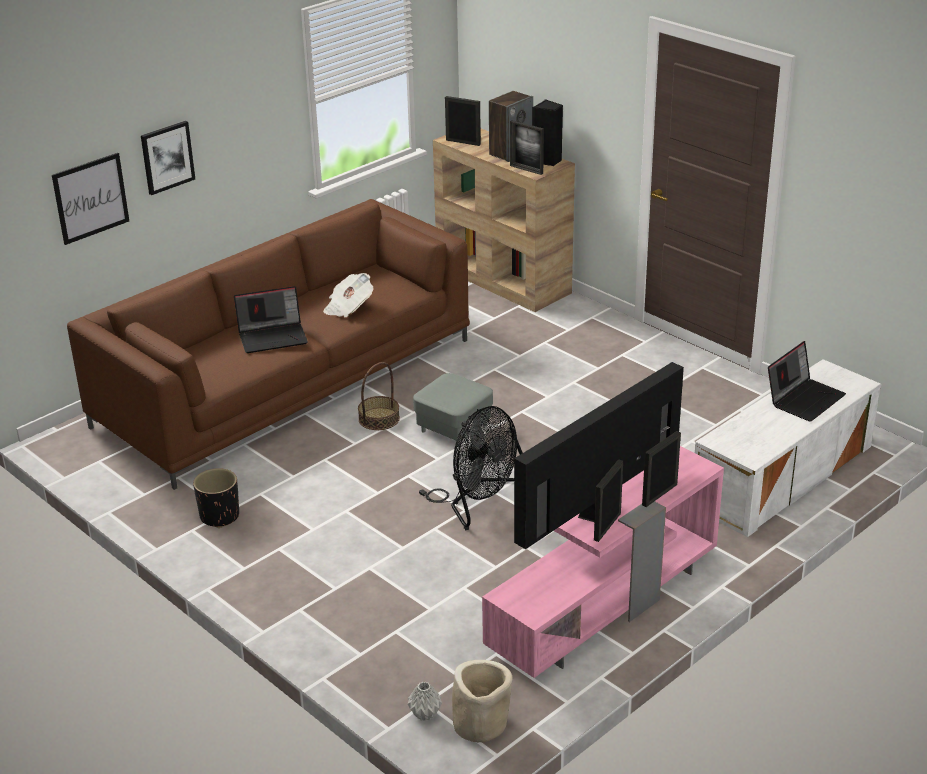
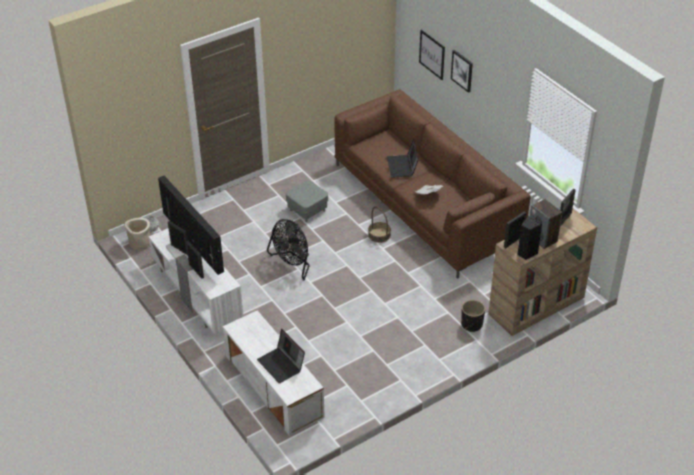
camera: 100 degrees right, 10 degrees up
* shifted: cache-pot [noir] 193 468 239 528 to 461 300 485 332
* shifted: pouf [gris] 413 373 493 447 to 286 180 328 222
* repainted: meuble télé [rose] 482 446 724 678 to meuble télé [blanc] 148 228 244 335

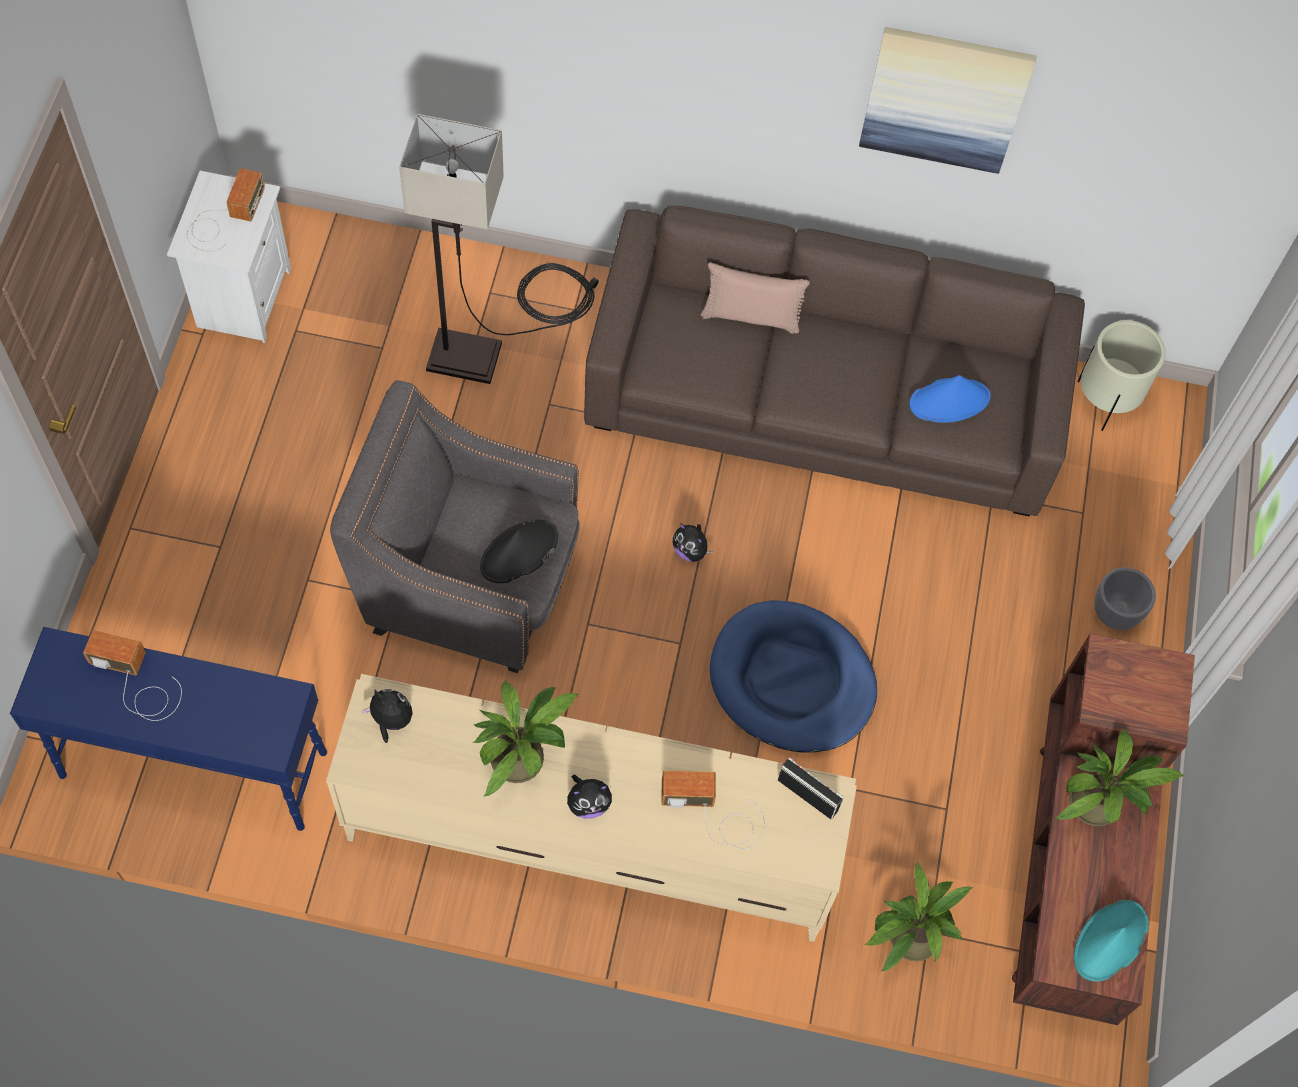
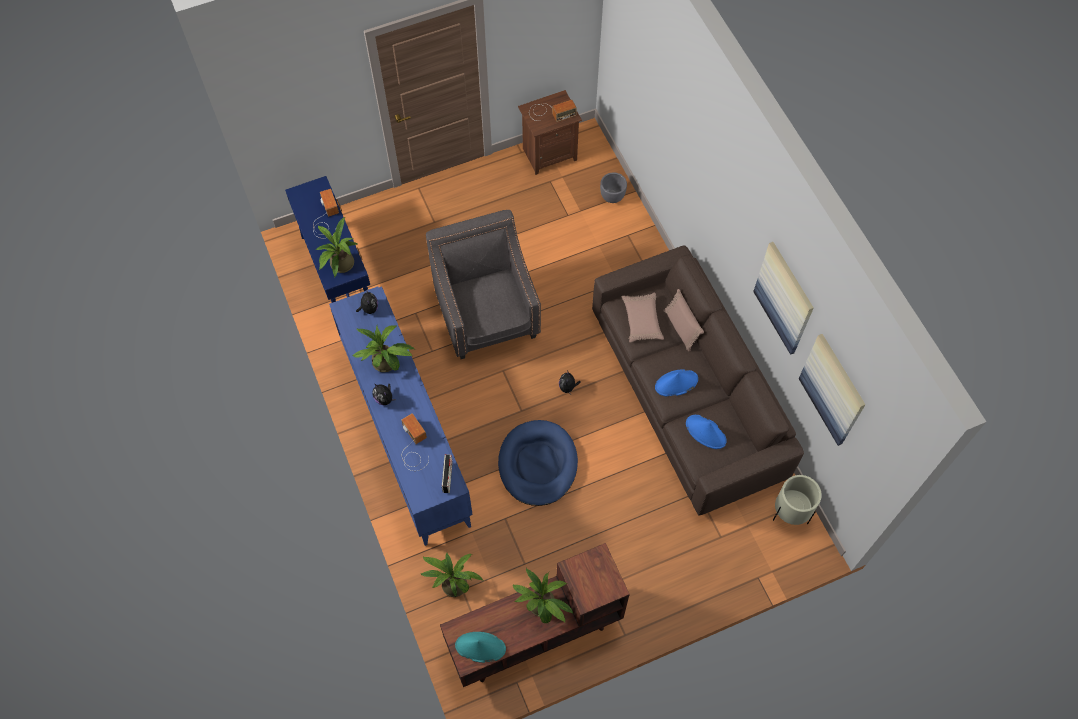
camera: 60 degrees right, 0 degrees up
* gone: lampadaire 399 114 599 384
* gone: chapeau [noir] 480 519 558 583
* new: plante en pot 316 217 357 277
* new: coussin [beige] 622 292 664 343
* new: chapeau [bleu] 655 370 698 397
* new: tableau 799 334 866 446
* shifted: cache-pot [gris] 1094 568 1156 630 to 600 172 627 203
* repainted: table de chevet [blanc] 167 171 291 343 to table de chevet [marron] 518 90 582 175
* repainted: meuble de rangement [beige] 326 674 857 942 to meuble de rangement [bleu] 329 286 473 546

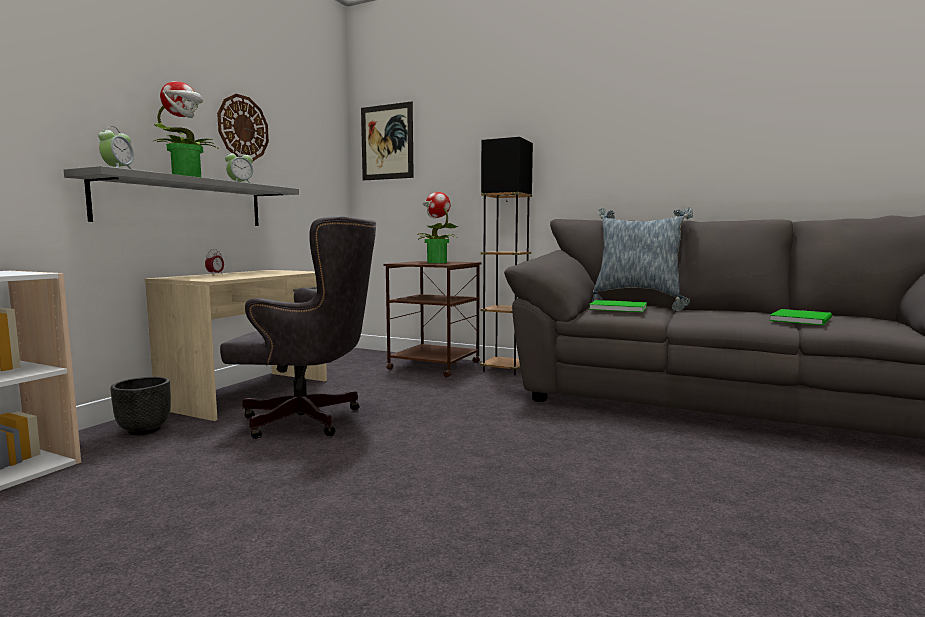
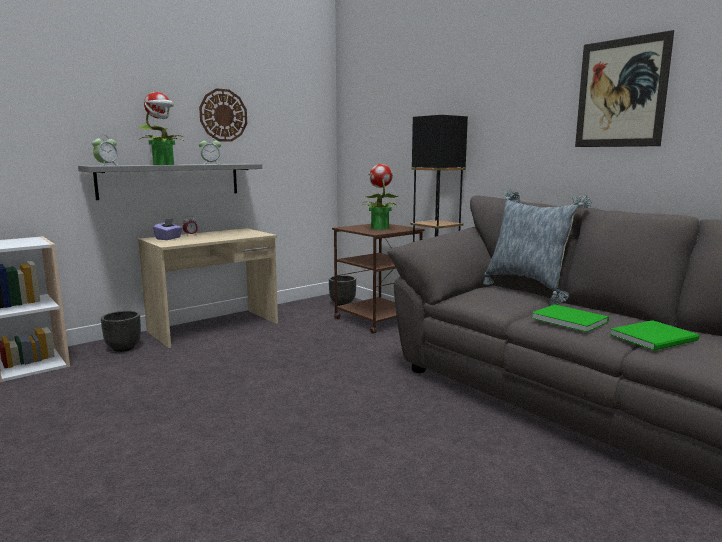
camera: 25 degrees right, 5 degrees up
* gone: chaise de bureau [gris] 220 216 376 439
* new: boîte à mouchoirs [violet] 153 218 182 240
* new: cache-pot [noir] 329 275 356 306
* shifted: tableau 361 101 414 180 to 575 30 674 147
* shifted: livre [vert] 589 300 647 312 to 532 304 609 332

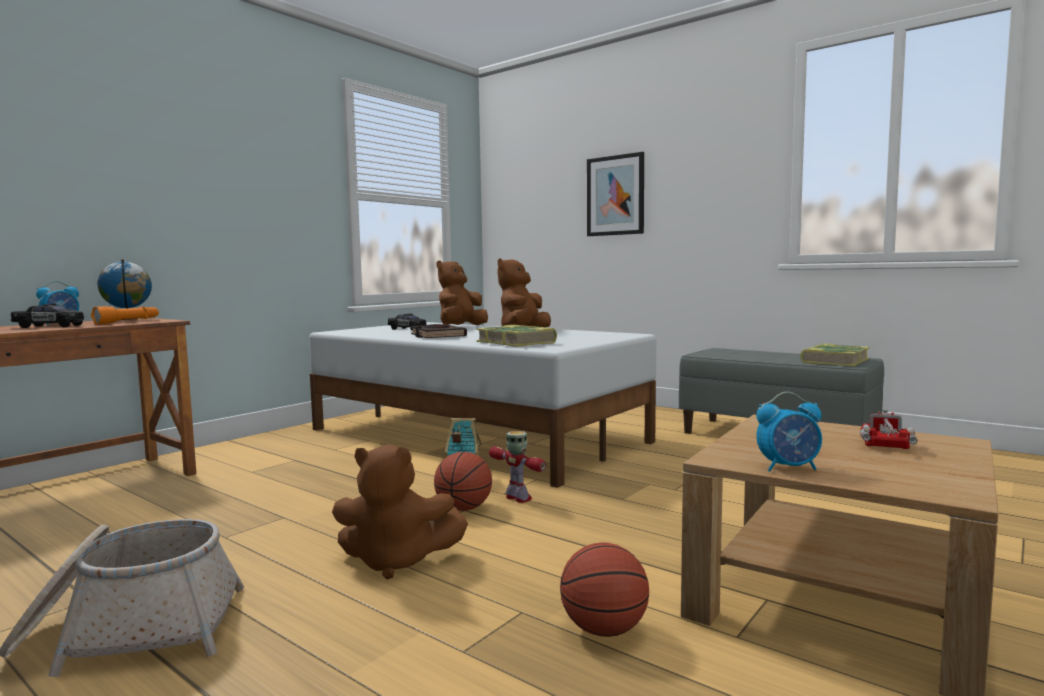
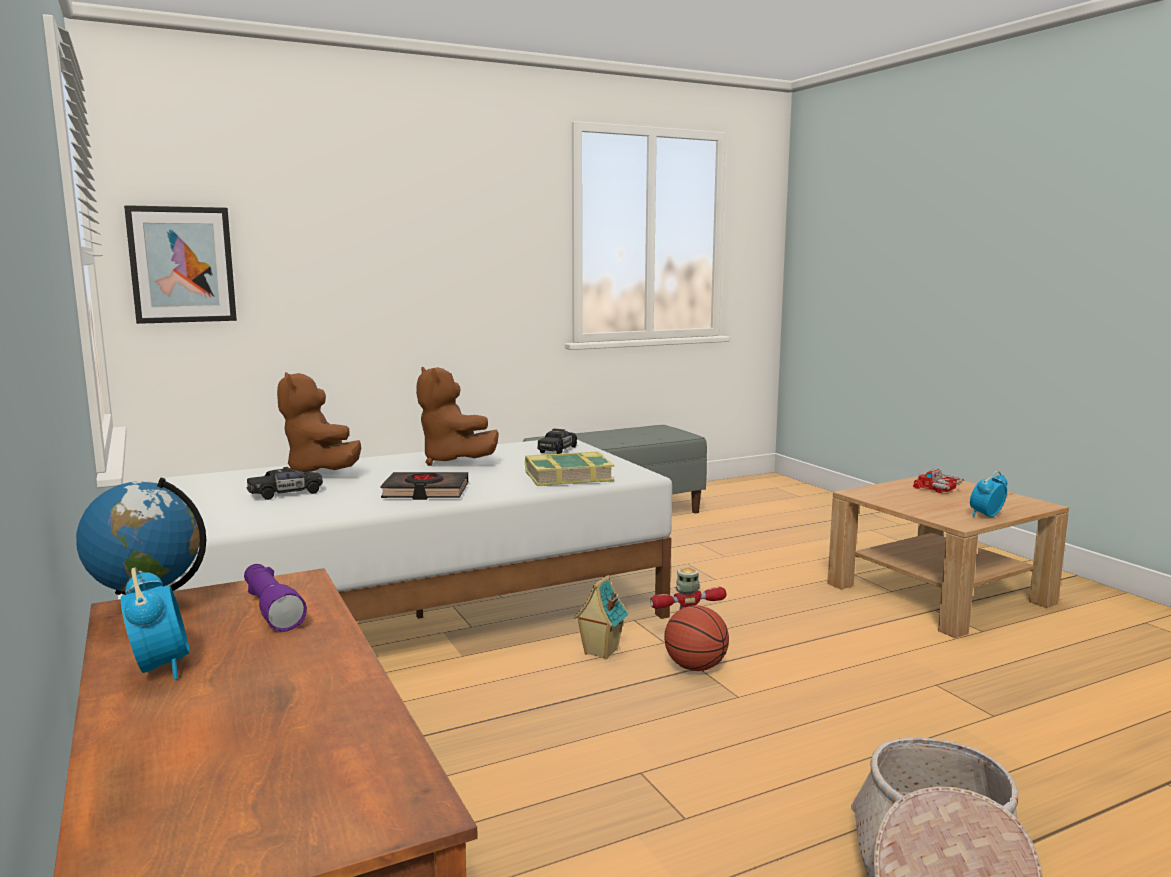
camera: 65 degrees left, 5 degrees up
* gone: peluche [marron] 332 445 468 580
* gone: ballon de basket 560 542 649 637
* gone: livre 800 343 870 366
* shifted: petite voiture [noir] 11 304 84 328 to 537 429 577 454
* shifted: tableau 587 152 644 236 to 124 205 237 324
* repainted: lampe de poche [orange] 91 306 159 325 to lampe de poche [violet] 244 564 307 632
* rotated: réveil 756 392 822 472 = 970 471 1007 518 150 degrees counterclockwise

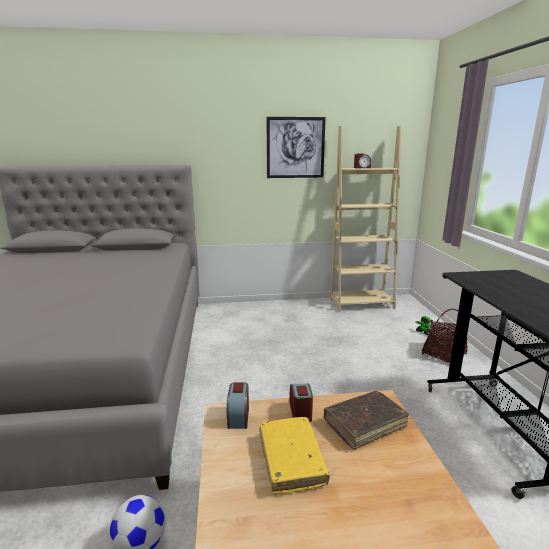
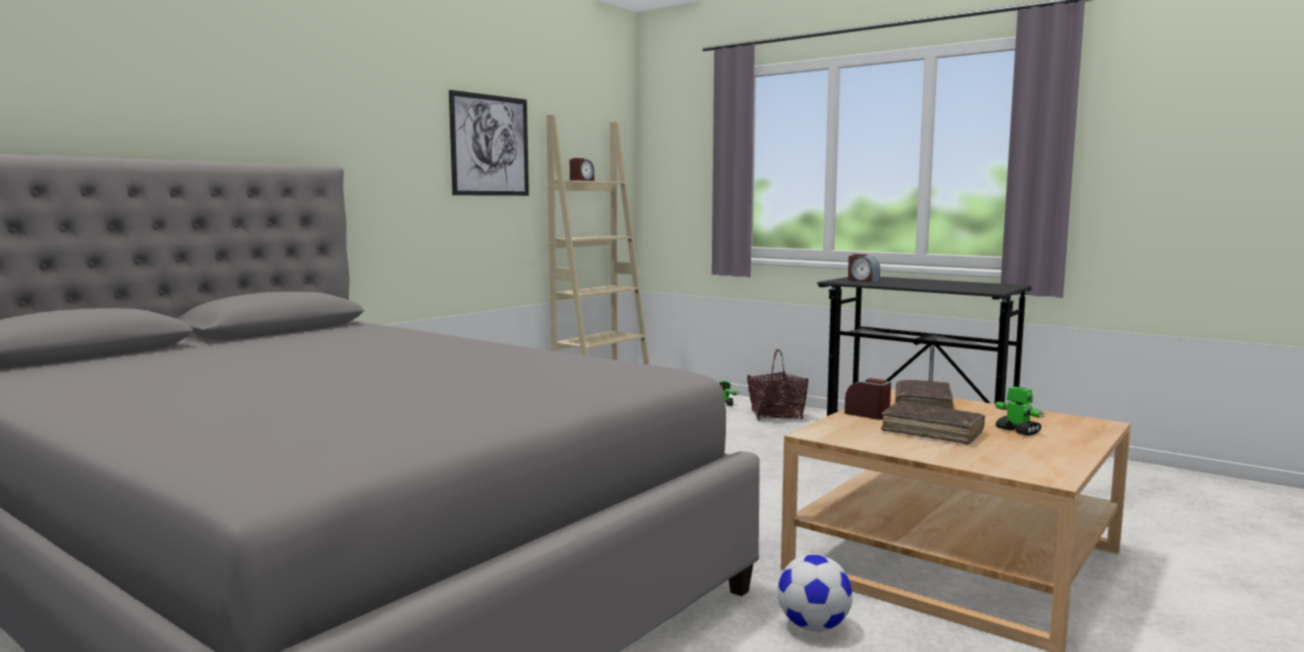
camera: 45 degrees left, 10 degrees down
* new: robot jouet 995 387 1045 436
* shifted: réveil 226 382 249 429 to 848 254 880 282
* repainted: livre [jaune] 259 417 330 495 to livre [marron] 881 401 985 445

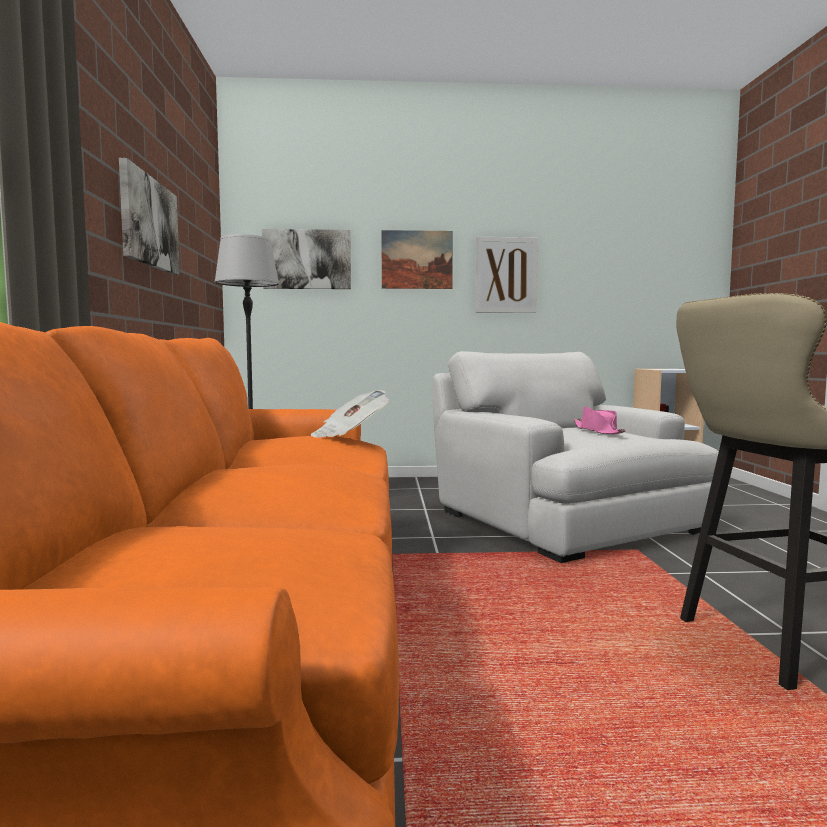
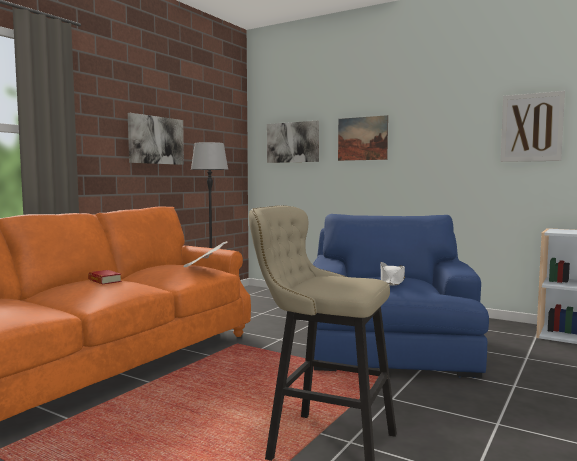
camera: 35 degrees right, 0 degrees up
* new: livre 88 270 121 284
* shifted: tableau 476 237 538 313 to 501 91 565 162
* repainted: fauteuil [blanc] 433 351 720 563 to fauteuil [bleu] 313 214 489 378
* repainted: chapeau [rose] 574 407 626 434 to chapeau [blanc] 380 262 405 286

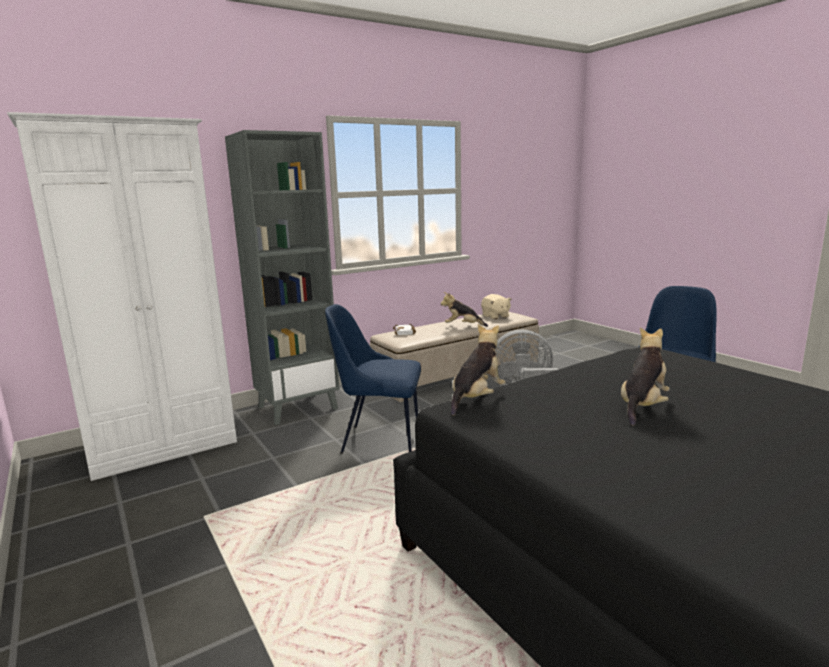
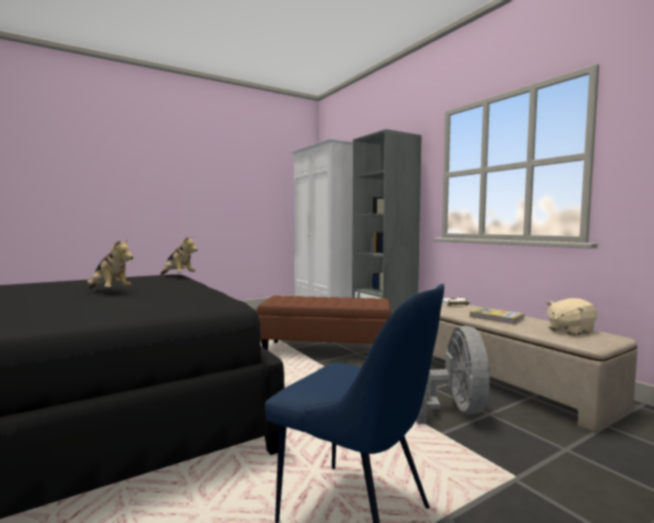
camera: 90 degrees right, 10 degrees down
* swapped: chaise [bleu] 325 304 421 454 to pouf [marron] 257 296 391 350
* swapped: peluche 441 292 488 327 to livre 470 307 524 325

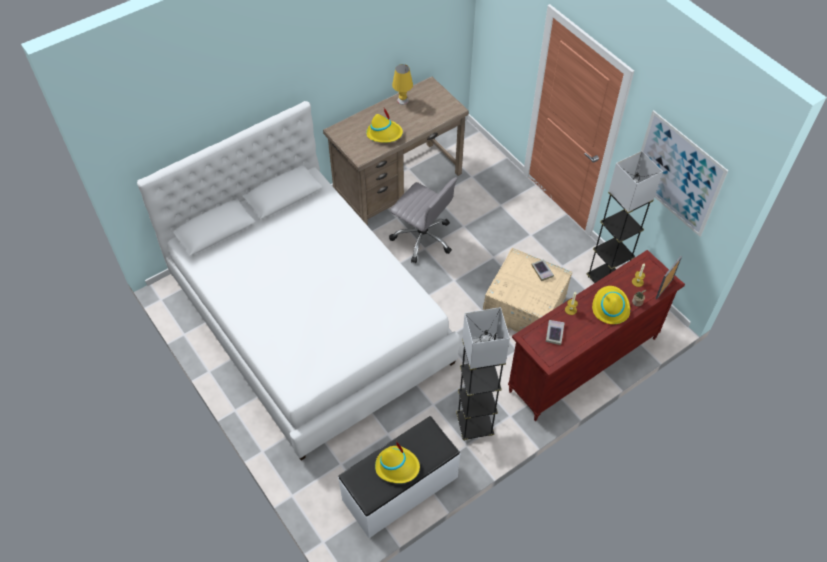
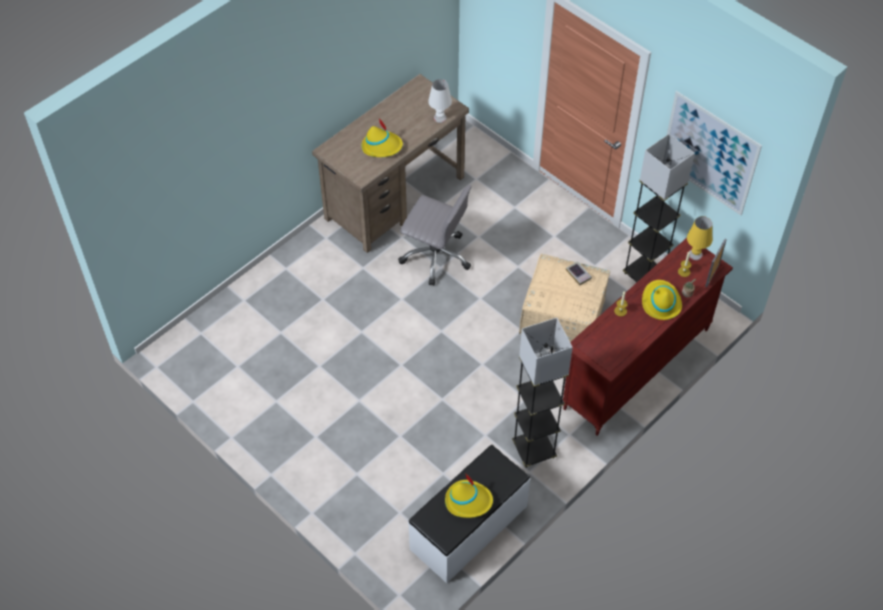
camera: 10 degrees left, 0 degrees up
* gone: lit [blanc] 137 101 460 460
* gone: livre 546 320 565 345
* new: lampe de table [blanc] 428 79 452 123
* shifted: lampe de table [jaune] 392 64 413 105 to 687 216 712 260

